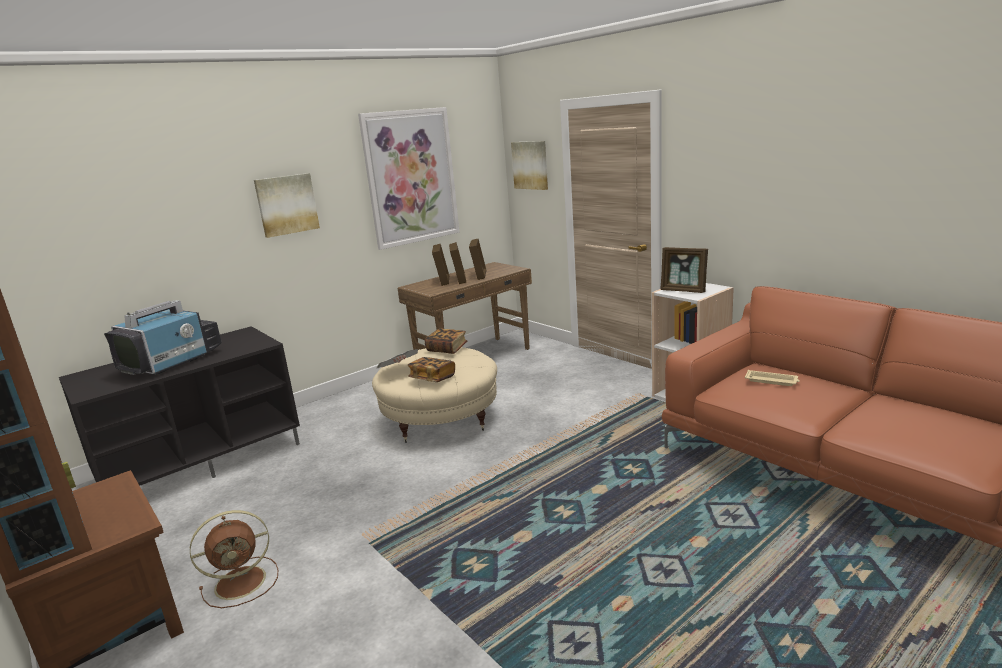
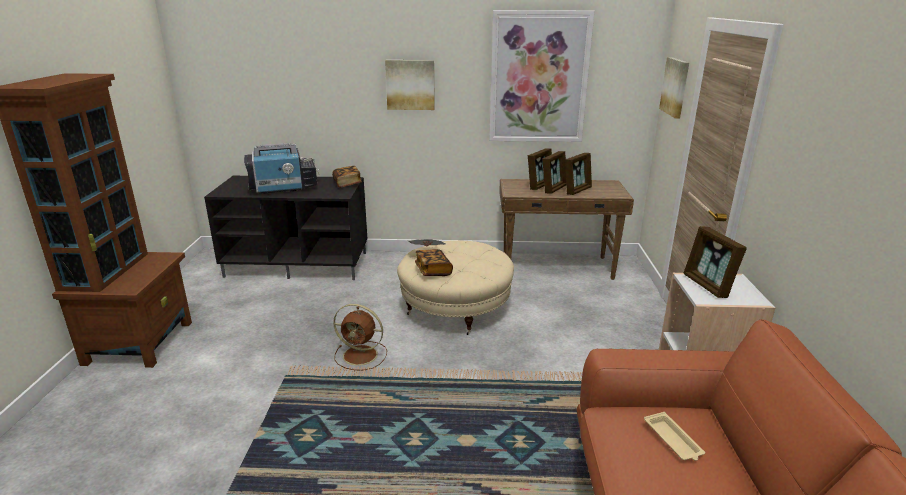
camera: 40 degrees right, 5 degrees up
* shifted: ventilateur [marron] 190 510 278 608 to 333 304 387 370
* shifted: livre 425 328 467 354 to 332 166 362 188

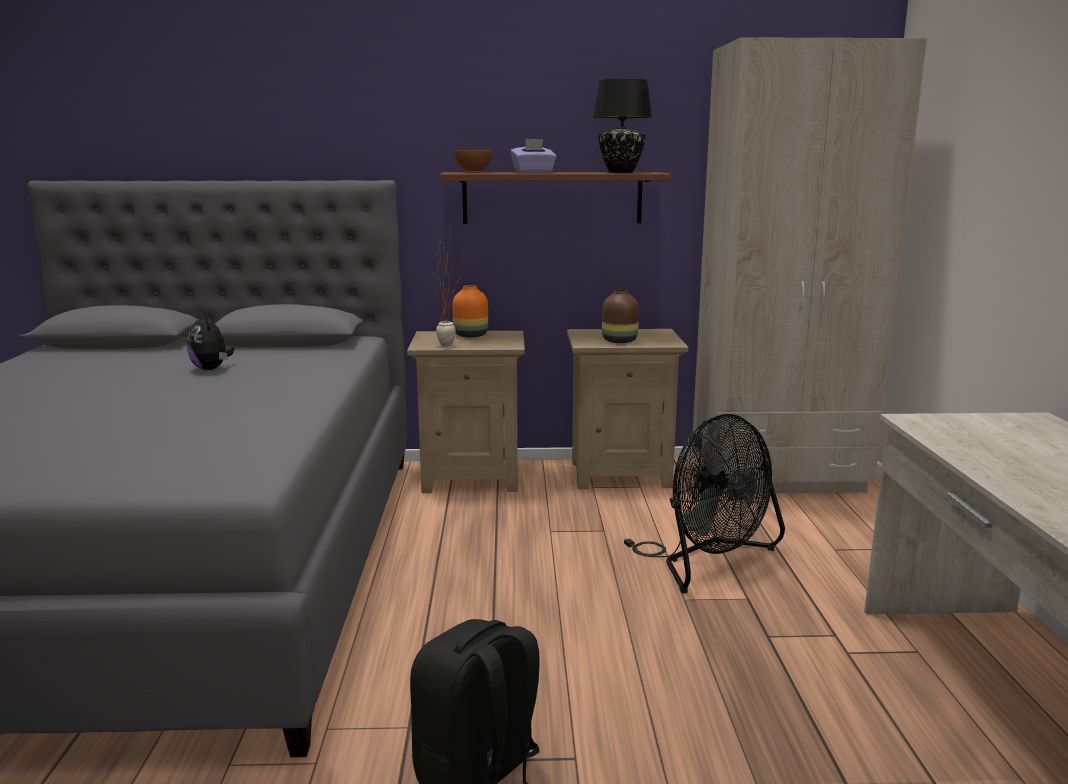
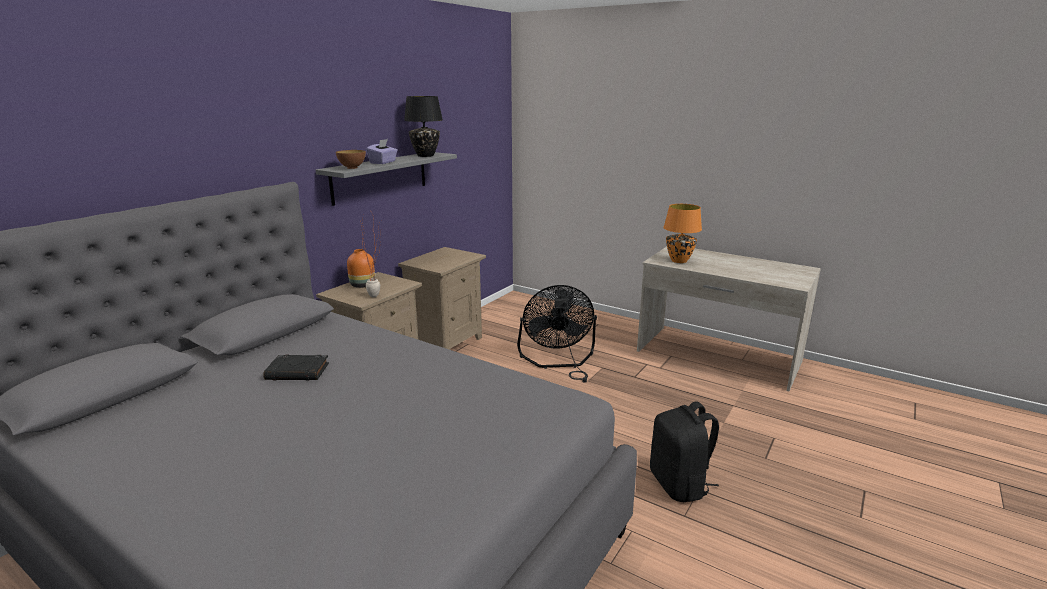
camera: 55 degrees left, 5 degrees up
* gone: vase [marron] 602 289 639 343
* gone: armoire [beige] 692 37 927 494
* new: lampe de table [orange] 663 204 702 263
* swapped: peluche 187 313 234 370 to livre [noir] 263 355 329 380
* repainted: étagère [marron] 439 172 671 224 to étagère [gris] 316 152 457 206
* rotated: ventilateur [noir] 624 414 785 594 = 517 285 597 382 90 degrees counterclockwise

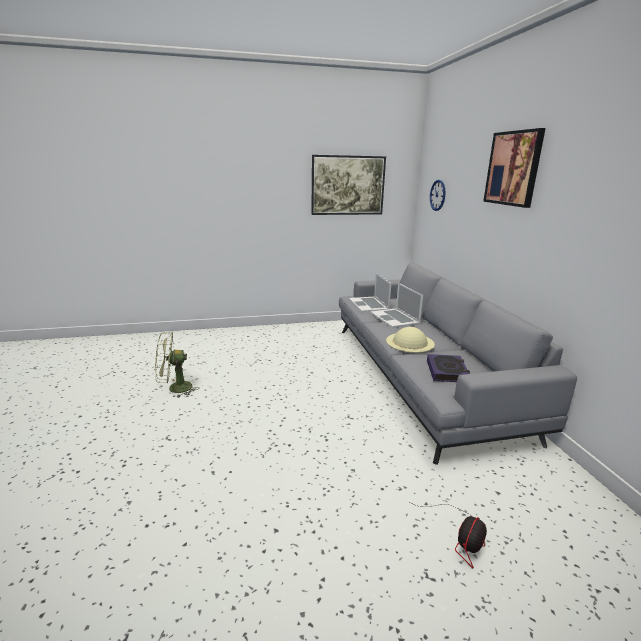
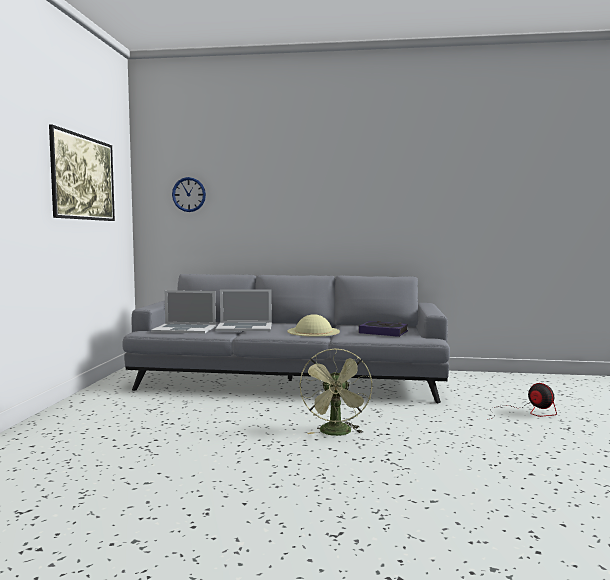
camera: 70 degrees left, 15 degrees down
* gone: tableau 483 128 546 208
* shifted: ventilateur [vert] 155 332 199 398 to 299 348 372 436

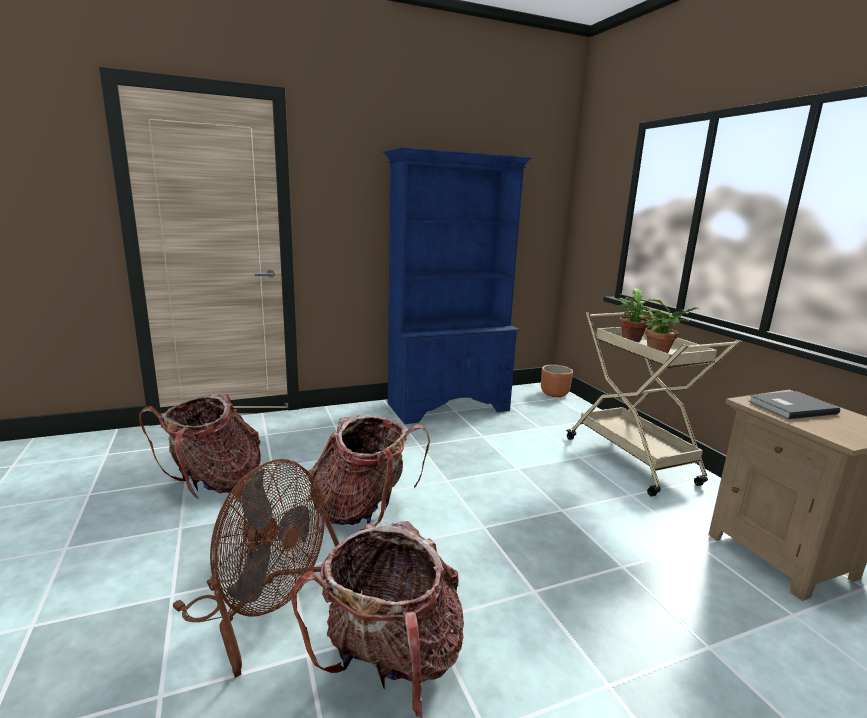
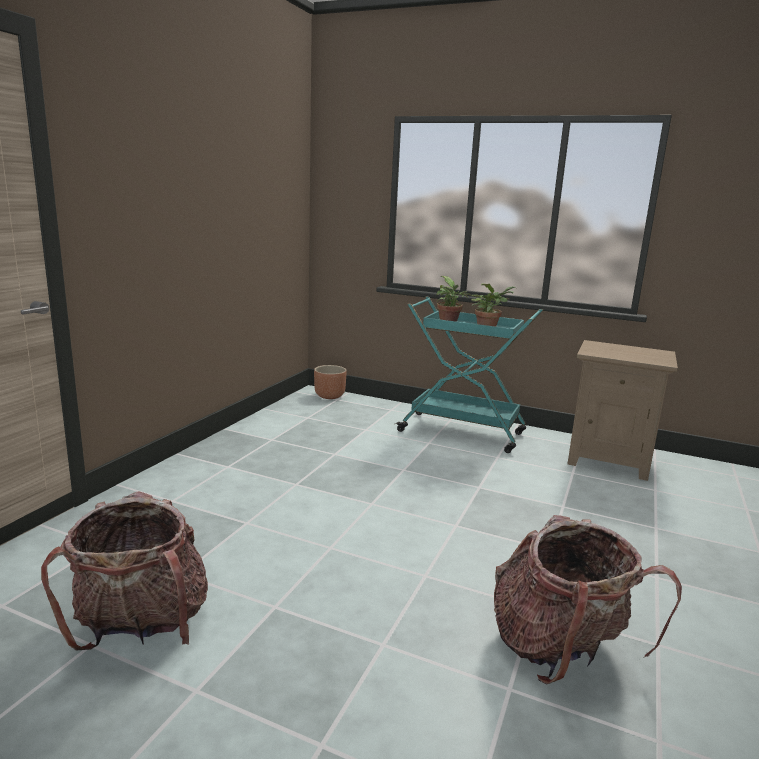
camera: 45 degrees left, 0 degrees up
* gone: ventilateur [marron] 173 459 339 678
* gone: sac à dos 308 414 430 530
* gone: bibliothèque [bleu] 383 147 532 424
* gone: livre [gris] 748 391 840 419
* repainted: chariot [beige] 565 310 742 497 to chariot [turquoise] 395 296 544 453

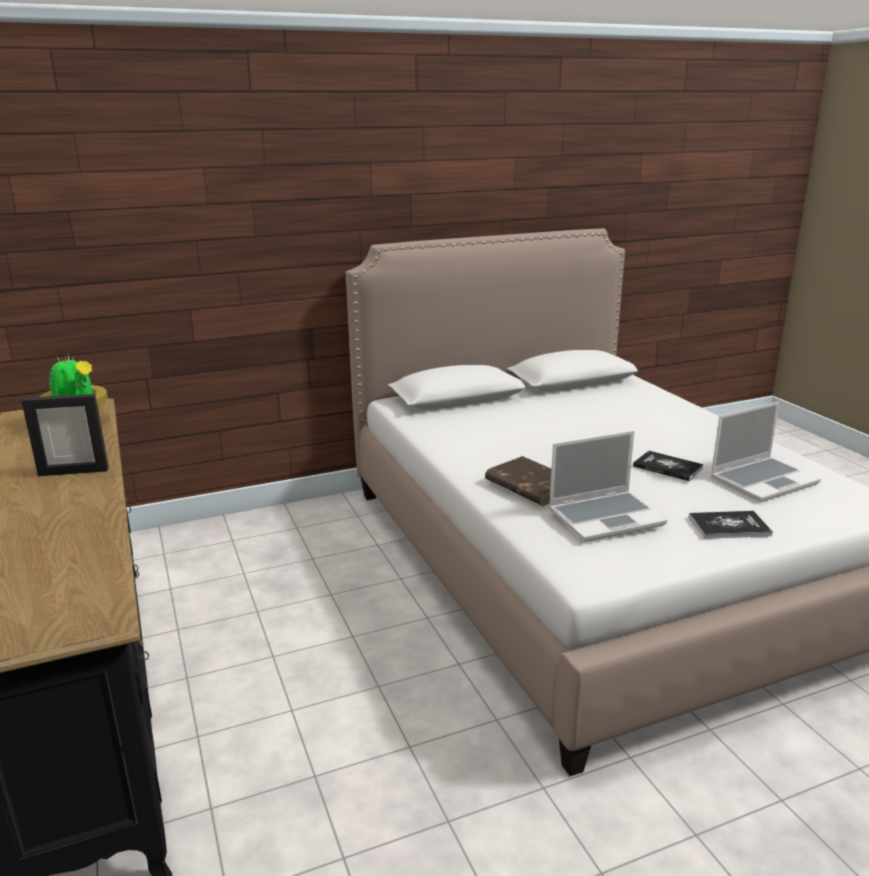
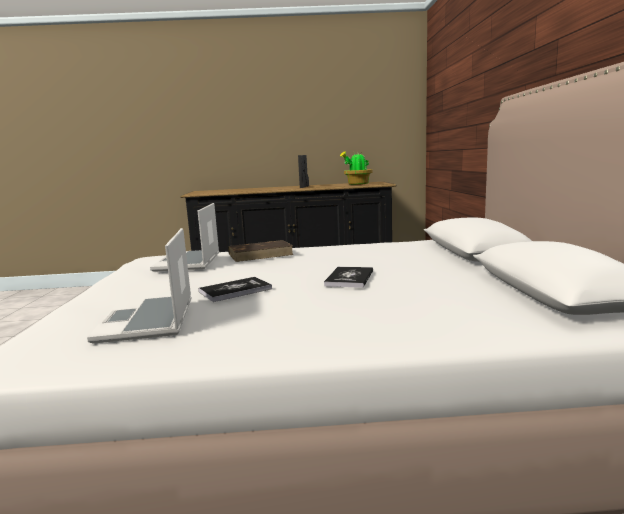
camera: 110 degrees right, 10 degrees down
* shifted: livre 689 511 773 539 to 324 267 373 288

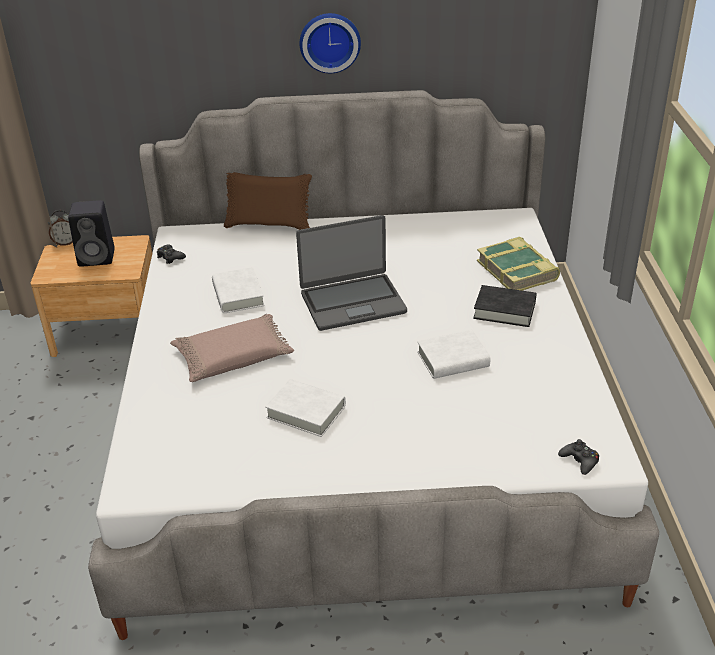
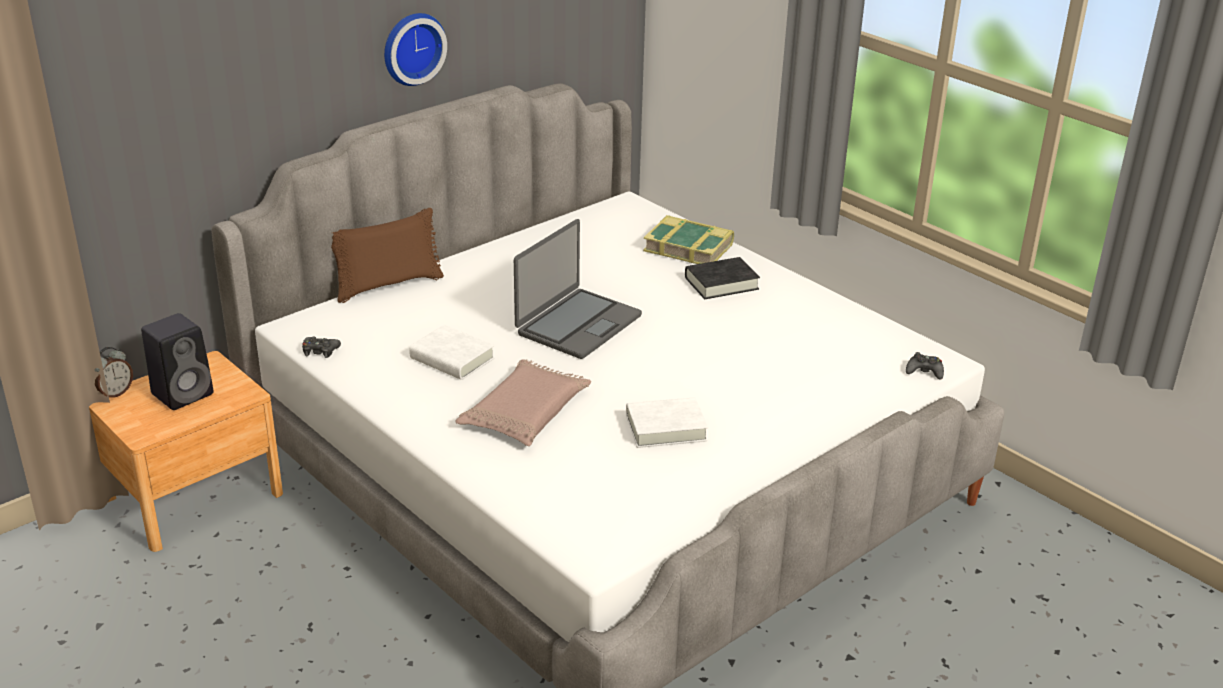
camera: 40 degrees left, 5 degrees down
* gone: livre [blanc] 417 330 490 379

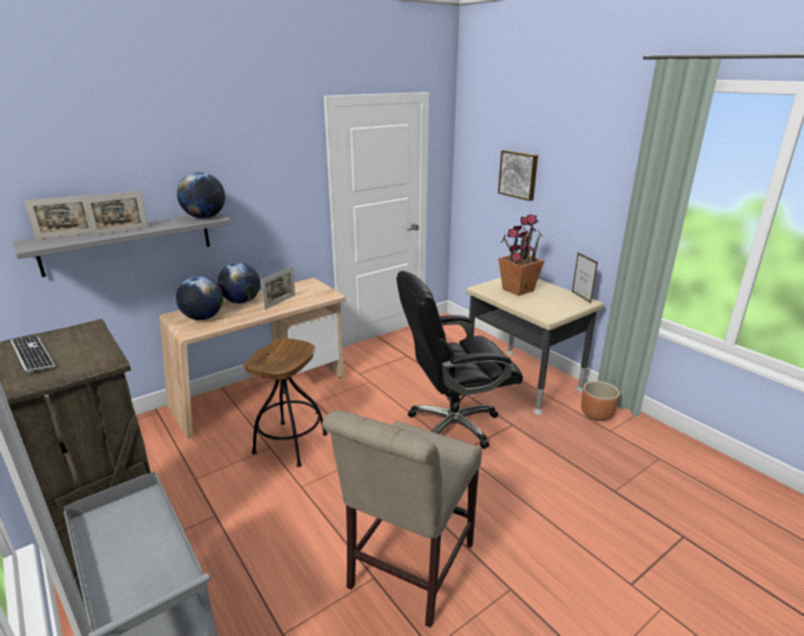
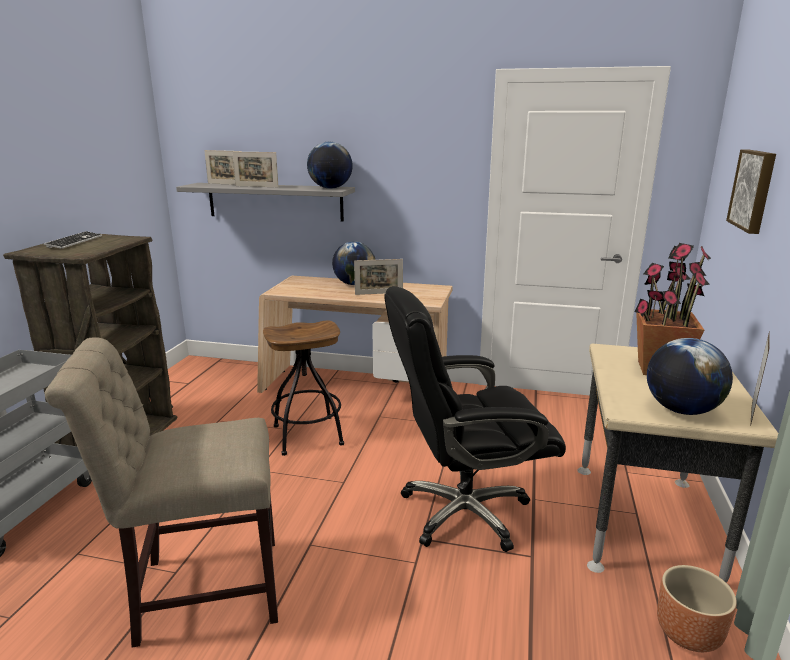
camera: 50 degrees right, 5 degrees down
* shifted: globe 176 276 223 320 to 647 338 733 415
* rotated: chaise de bureau [noir] 396 271 523 449 = 384 286 566 552 45 degrees counterclockwise

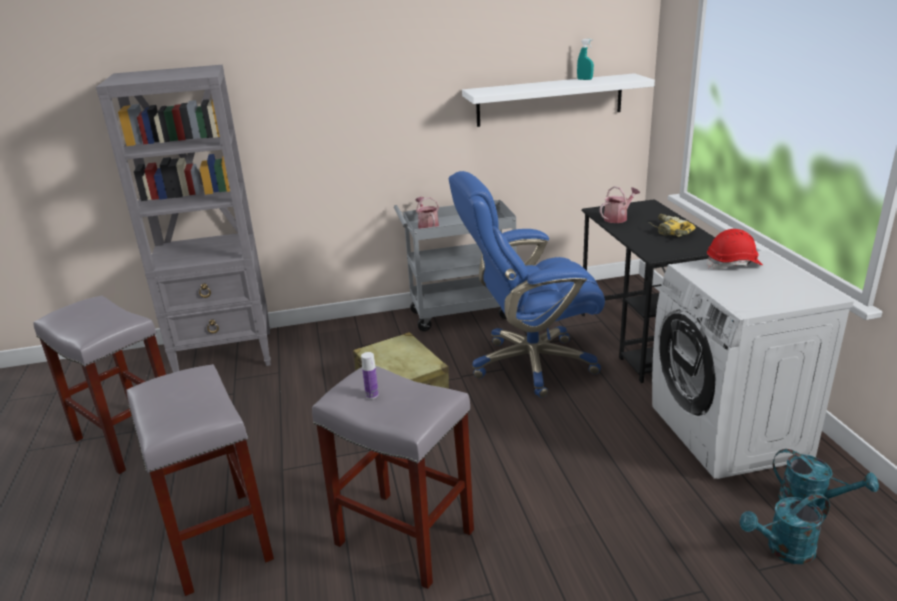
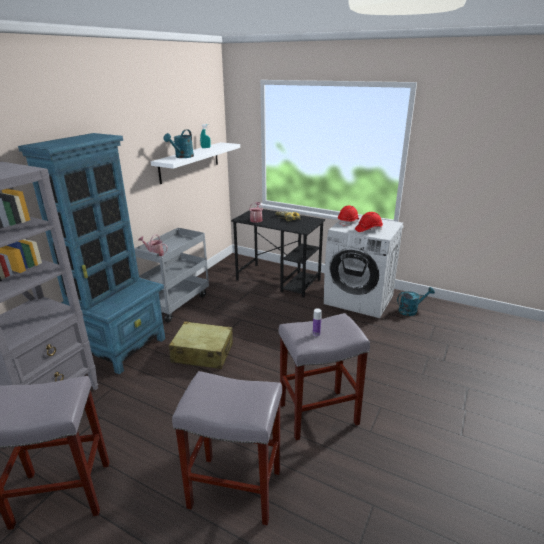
camera: 50 degrees left, 0 degrees up
* gone: chaise de bureau [bleu] 449 171 605 398
* new: meuble de rangement [bleu] 18 133 165 374
* new: casque de chantier [rouge] 355 212 383 232
* shifted: arrosoir [turquoise] 739 494 830 564 to 164 129 194 158

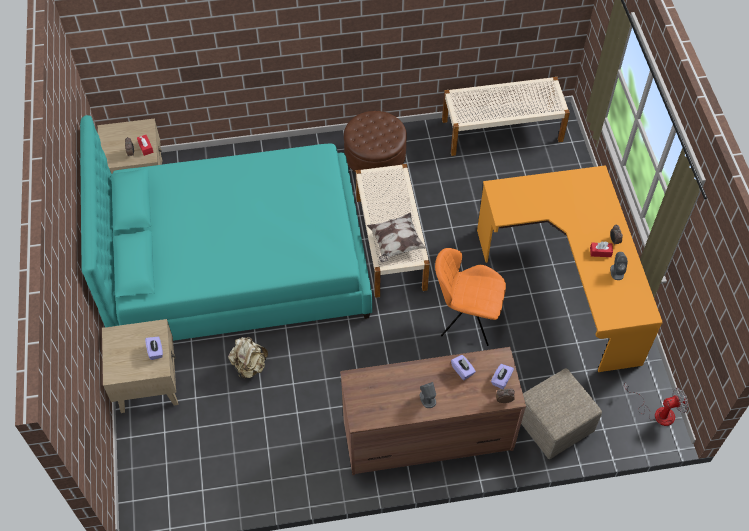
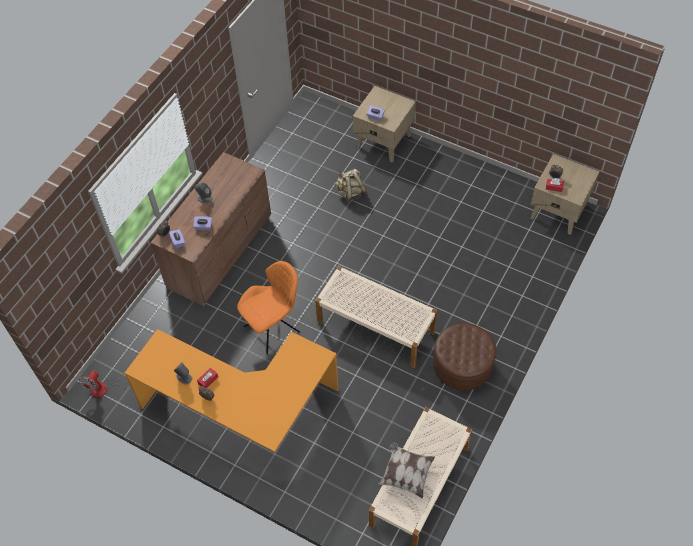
camera: 130 degrees right, 0 degrees up
* gone: lit [turquoise] 80 115 372 341
* gone: pouf [beige] 521 368 602 459
* shifted: coussin 367 213 426 263 to 379 442 435 499

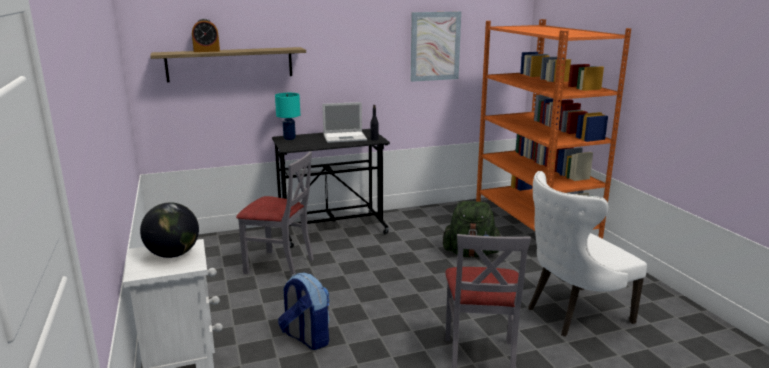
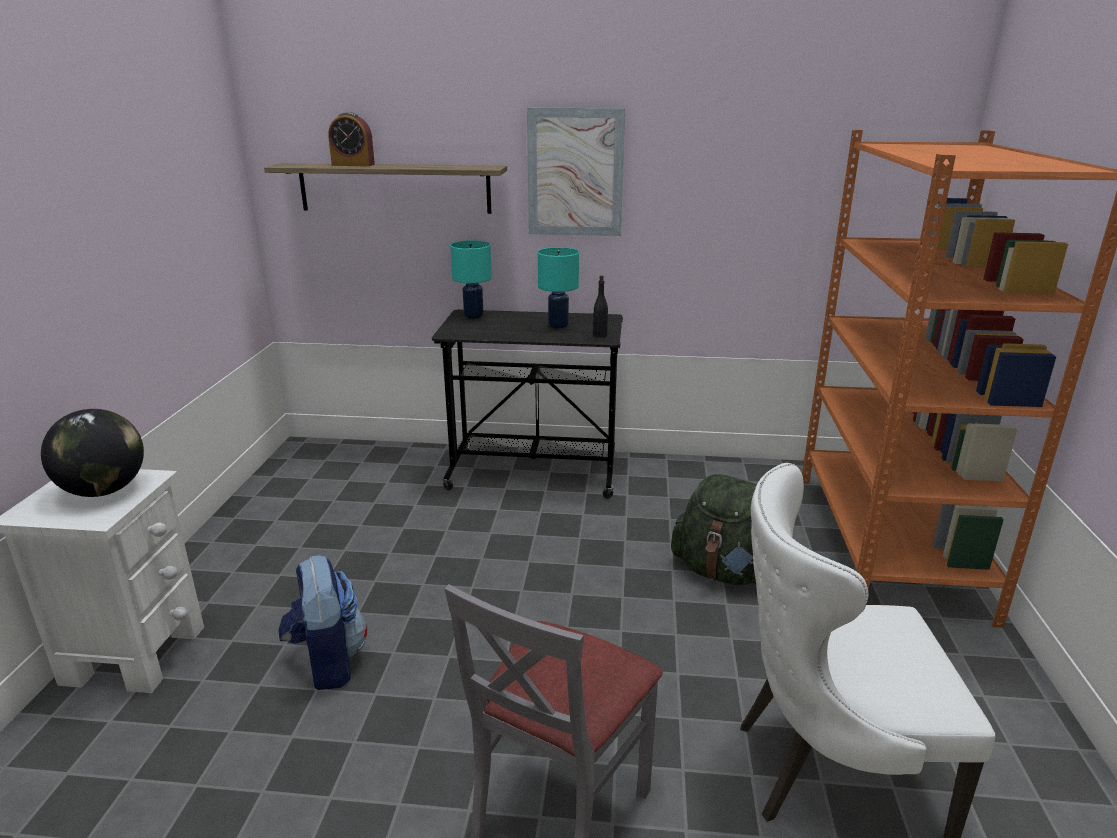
camera: 25 degrees right, 5 degrees up
* gone: chaise [gris] 236 151 314 276
* shifted: tableau 411 11 461 82 to 527 108 625 236
* swapped: ordinateur portable 322 102 367 143 to lampe de table [turquoise] 538 247 579 328

